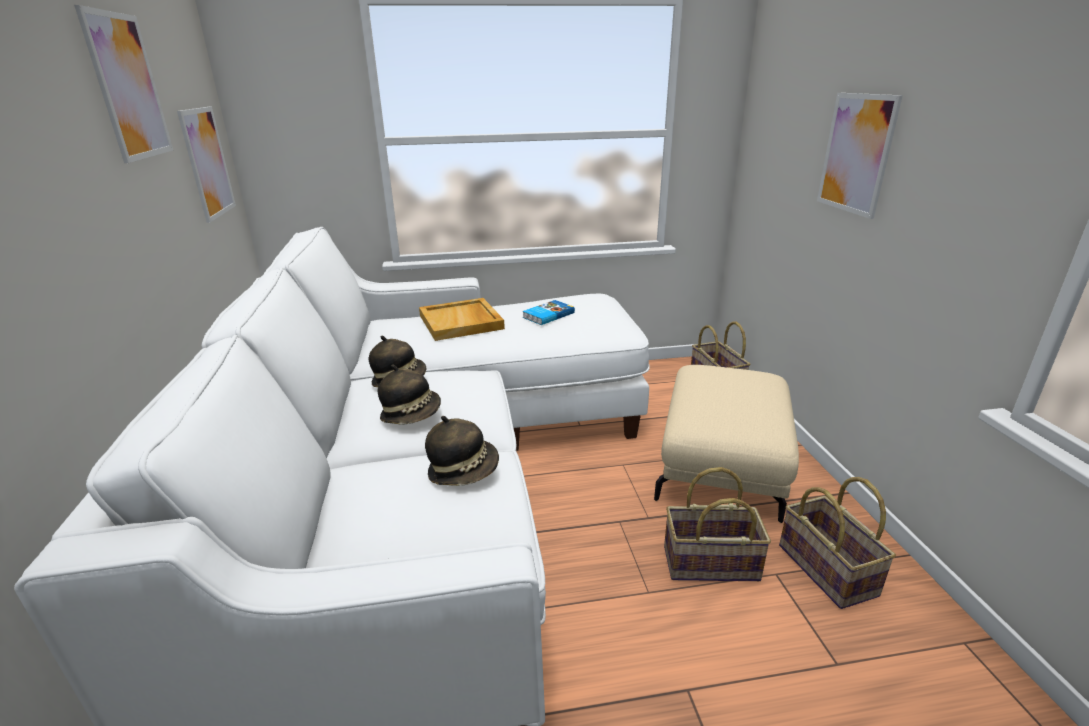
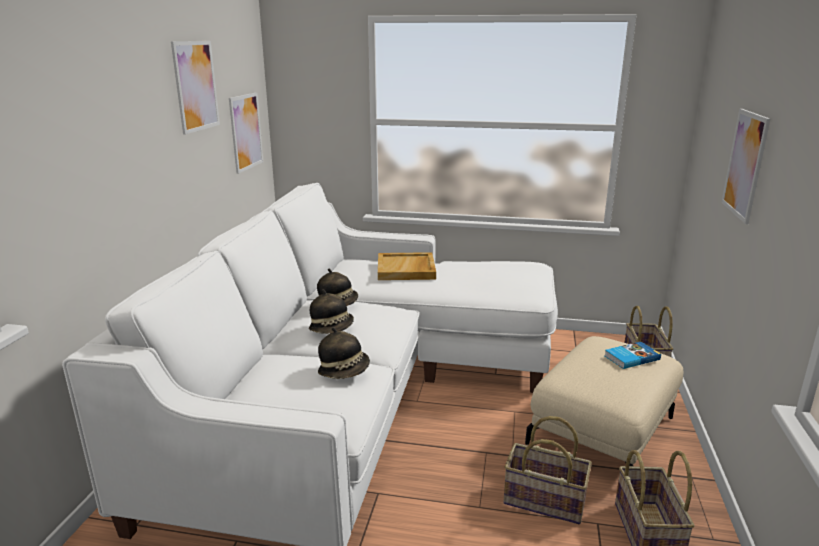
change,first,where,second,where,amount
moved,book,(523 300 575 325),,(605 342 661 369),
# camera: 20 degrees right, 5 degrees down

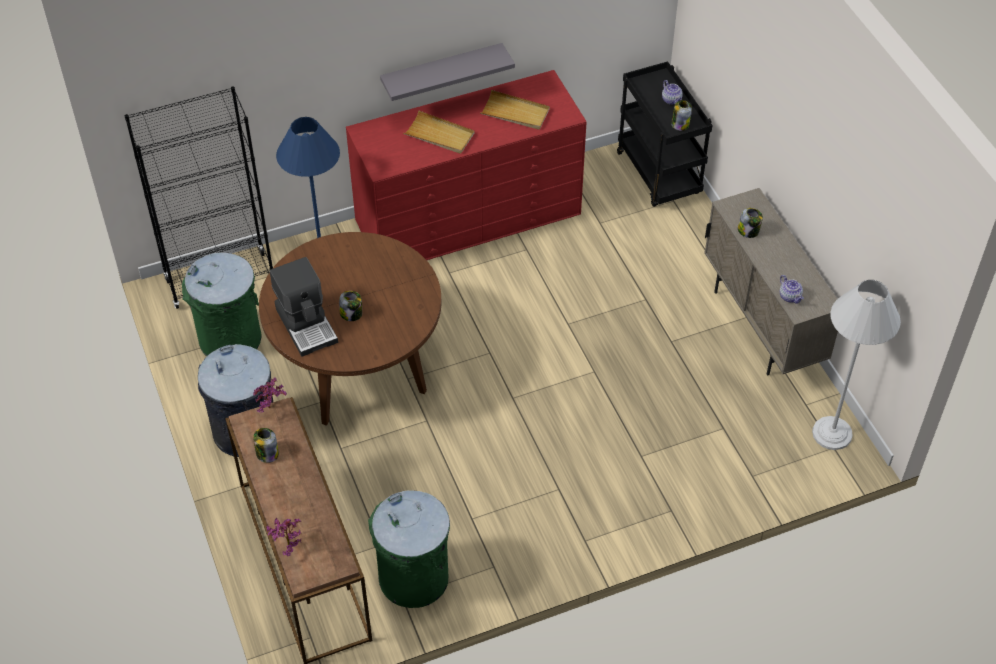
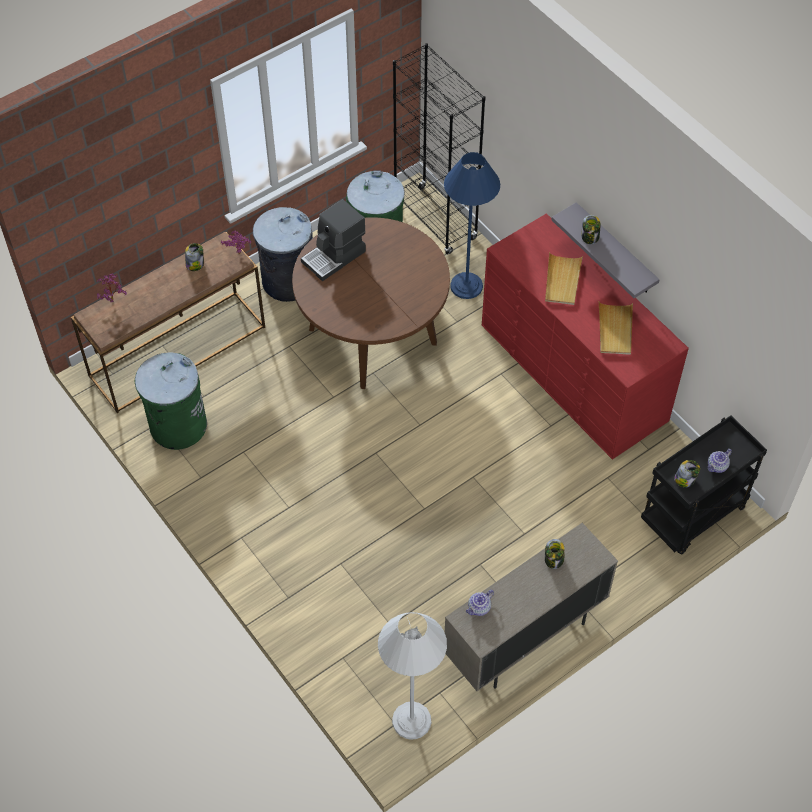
change,first,where,second,where,amount
moved,jar,(339 291 362 321),,(581 215 601 244),
# camera: 75 degrees right, 5 degrees up

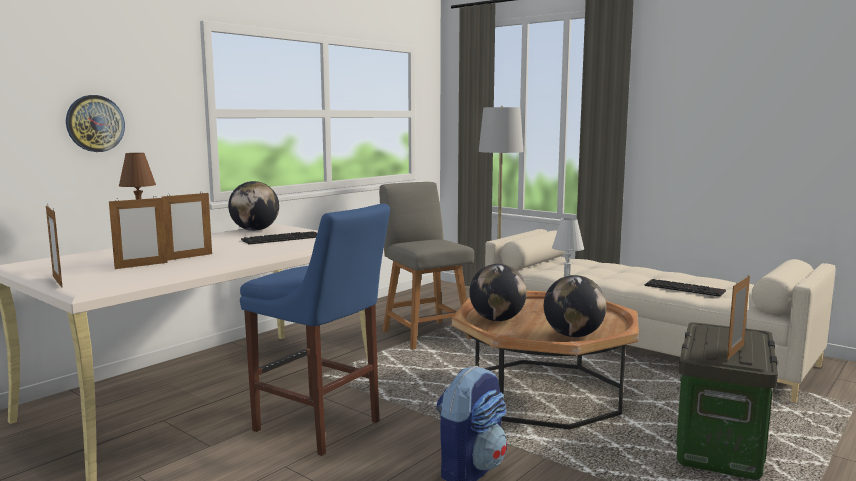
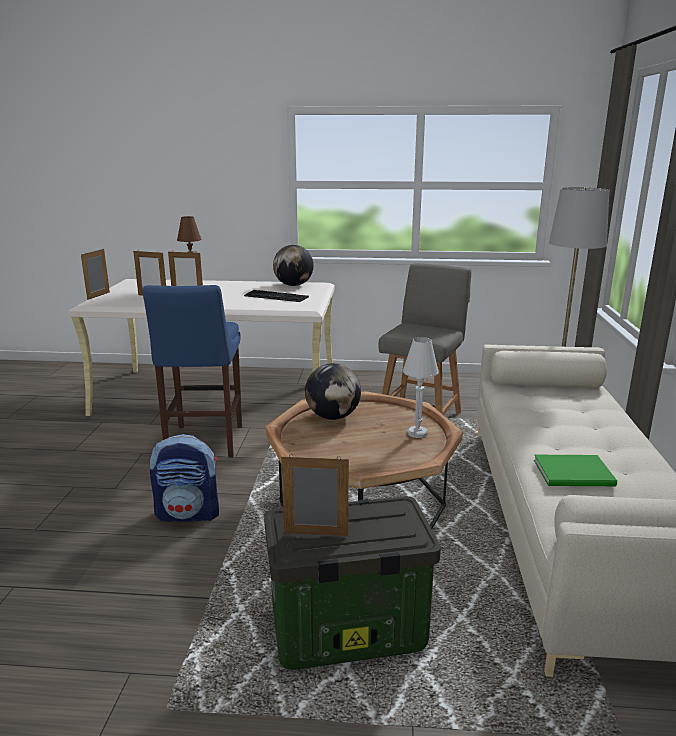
change,first,where,second,where,amount
removed,wall clock,(66 95 125 152),,,
removed,globe,(544 275 606 337),,,
replaced,keyboard,(644 279 726 297),book in green,(534 455 617 486),
# camera: 55 degrees right, 10 degrees up

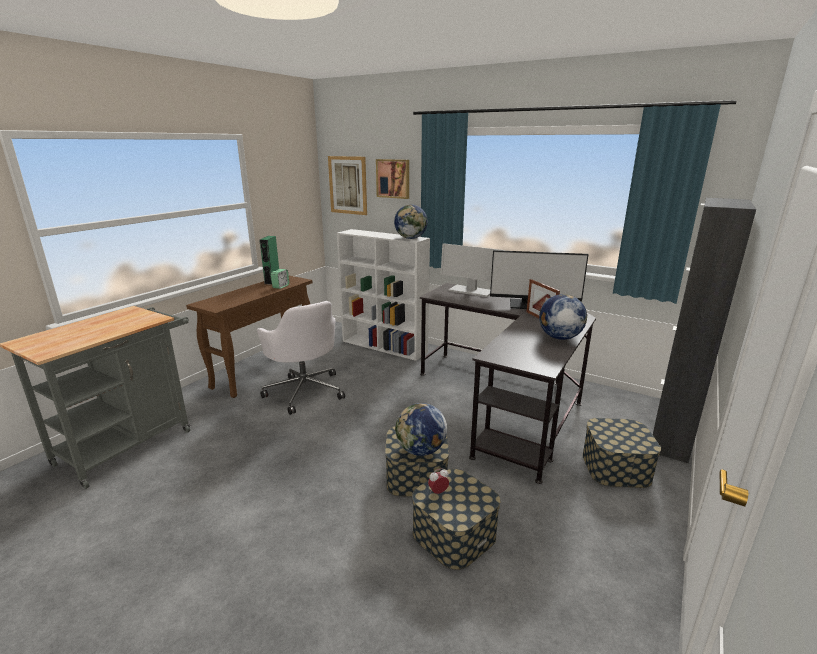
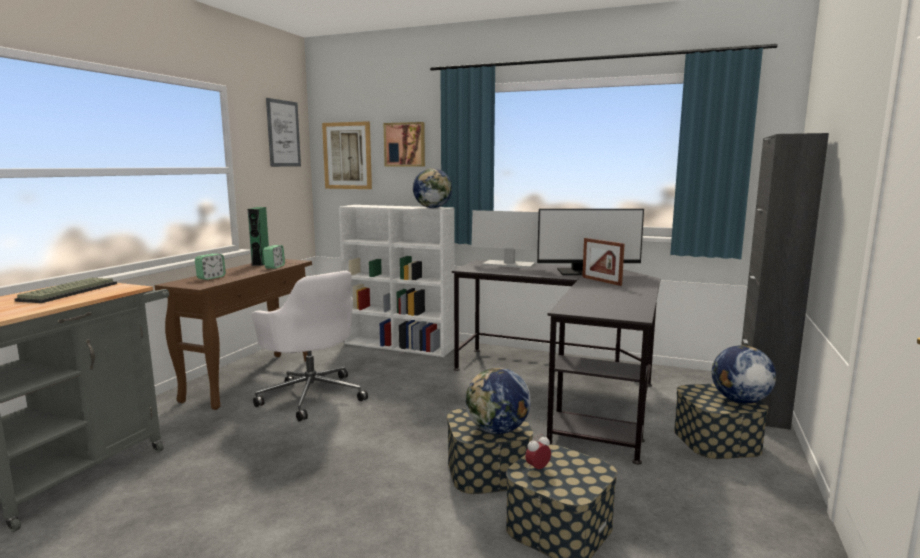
change,first,where,second,where,amount
added,,,keyboard,(14 278 117 303),
added,,,alarm clock,(195 254 226 280),
added,,,picture,(266 98 301 167),
moved,globe,(539 294 587 340),,(712 345 776 404),
# camera: 10 degrees left, 10 degrees down

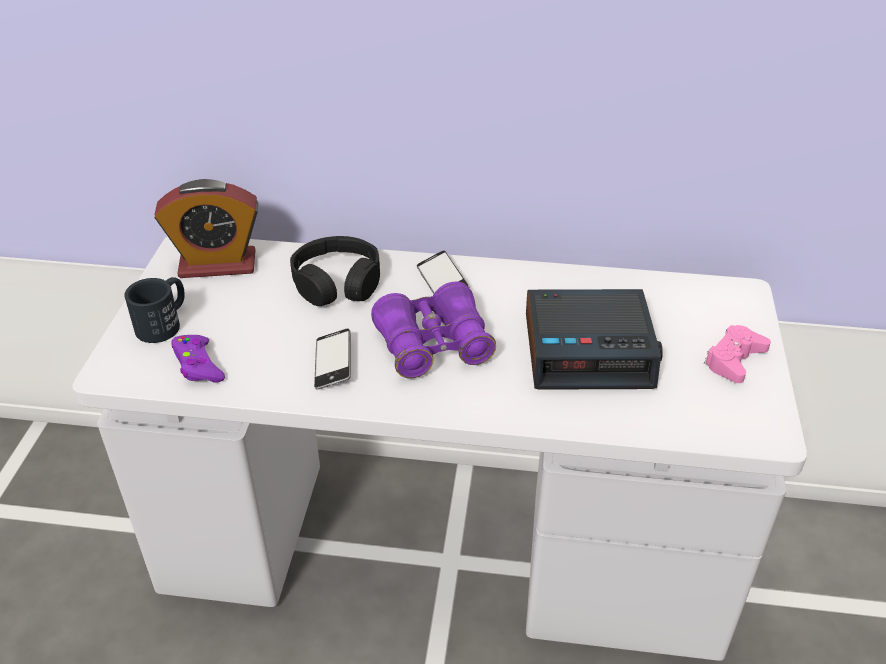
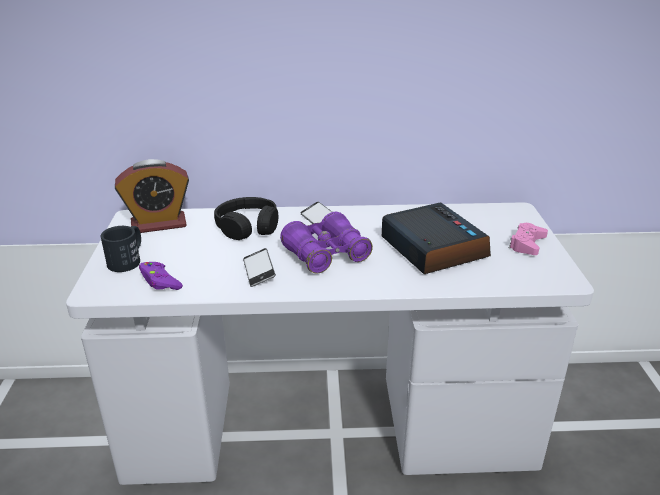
change,first,where,second,where,amount
turned,alarm clock,(526 289 663 390),,(382 202 491 274),105 degrees counterclockwise
# camera: 10 degrees left, 10 degrees down

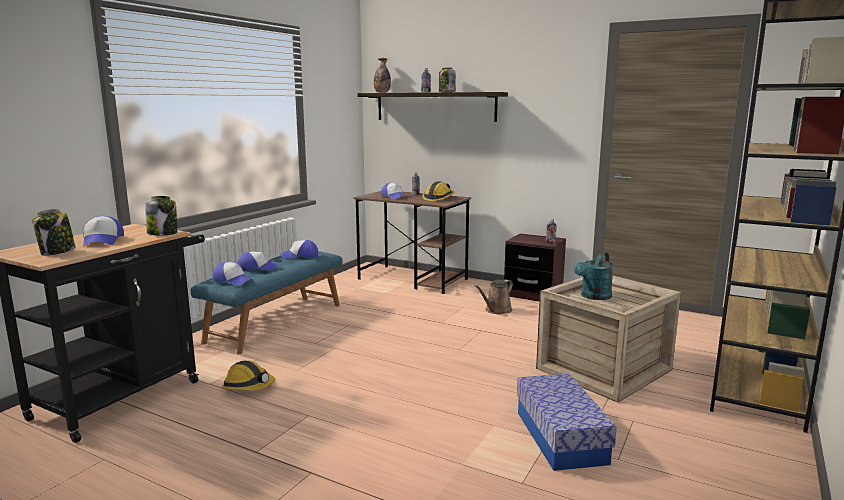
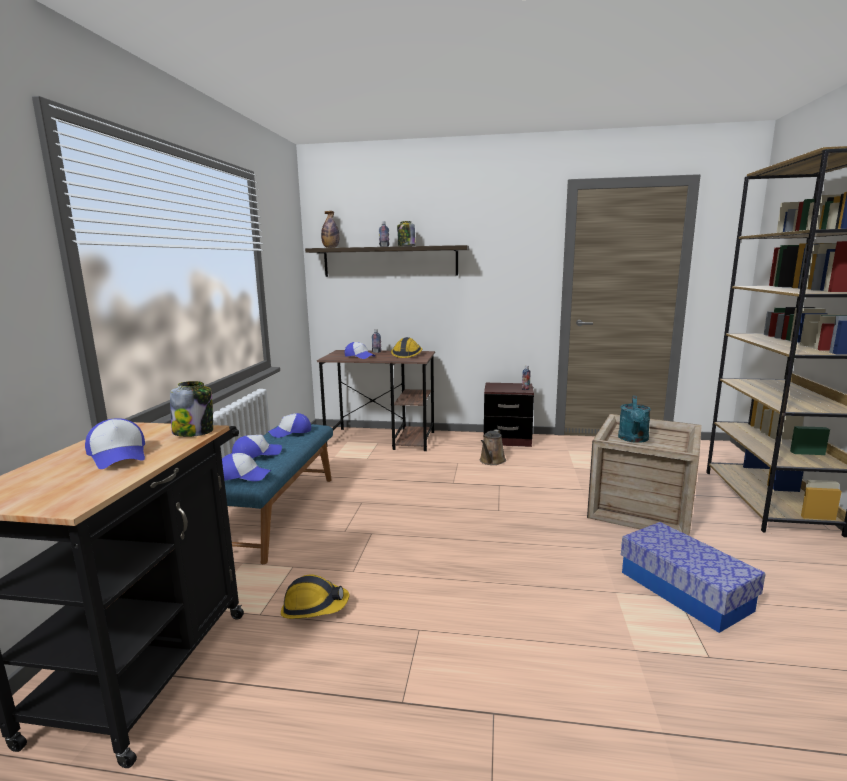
change,first,where,second,where,amount
removed,jar,(32 209 76 256),,,
# camera: 20 degrees left, 0 degrees up

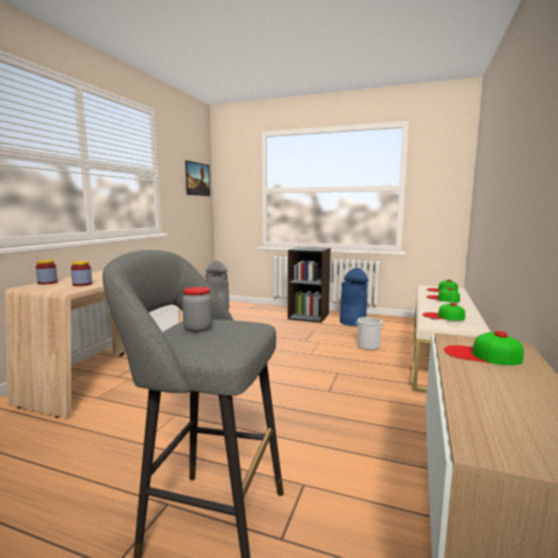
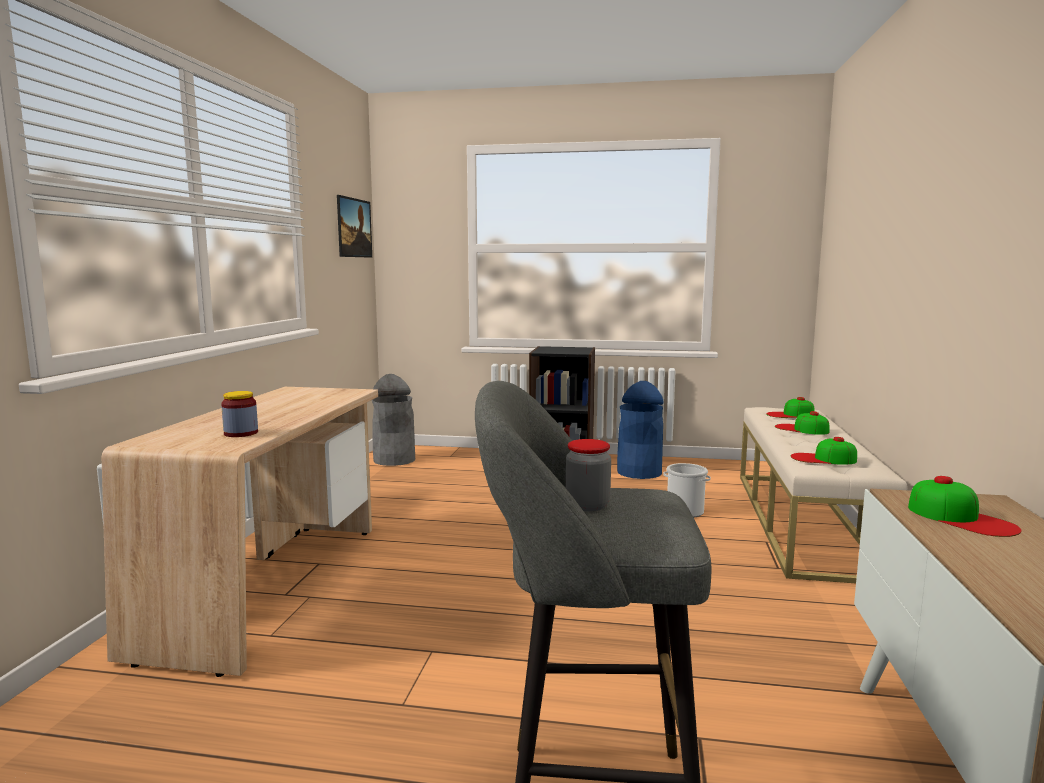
change,first,where,second,where,amount
removed,jar,(36 260 58 285),,,
turned,cap,(444 331 524 365),,(908 476 1022 537),135 degrees counterclockwise
# camera: 10 degrees left, 0 degrees up

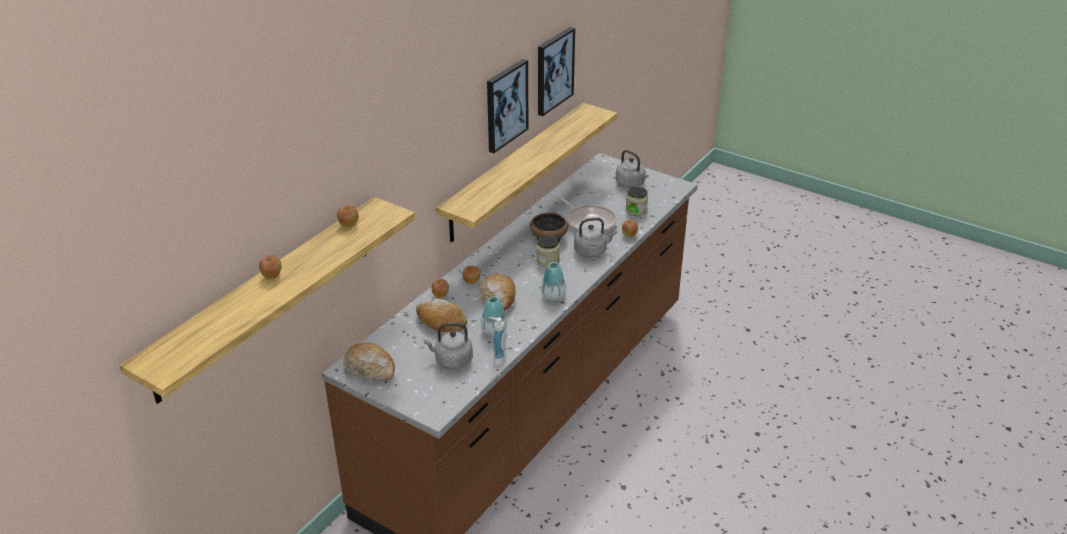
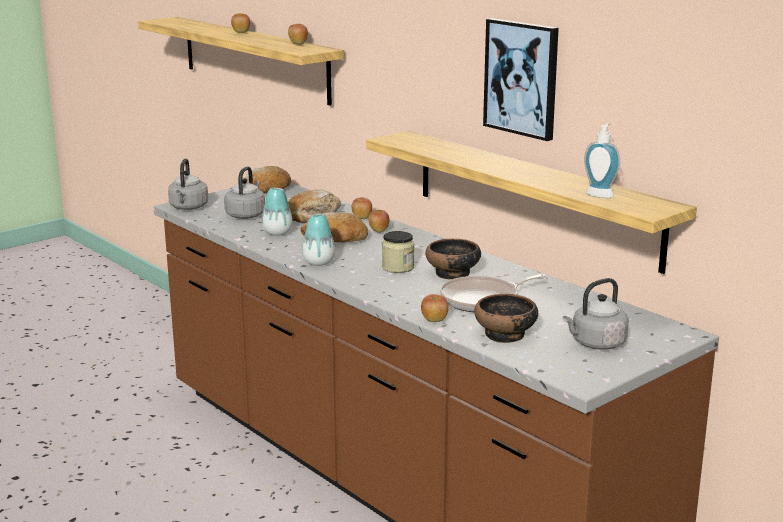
change,first,where,second,where,amount
removed,picture,(538 27 575 116),,,
moved,soap dispenser,(488 317 506 366),,(584 123 620 198),
moved,kettle in grey,(574 218 617 257),,(168 159 208 210),
replaced,jar,(626 187 648 216),bowl,(474 294 538 343),
# camera: 105 degrees right, 15 degrees down

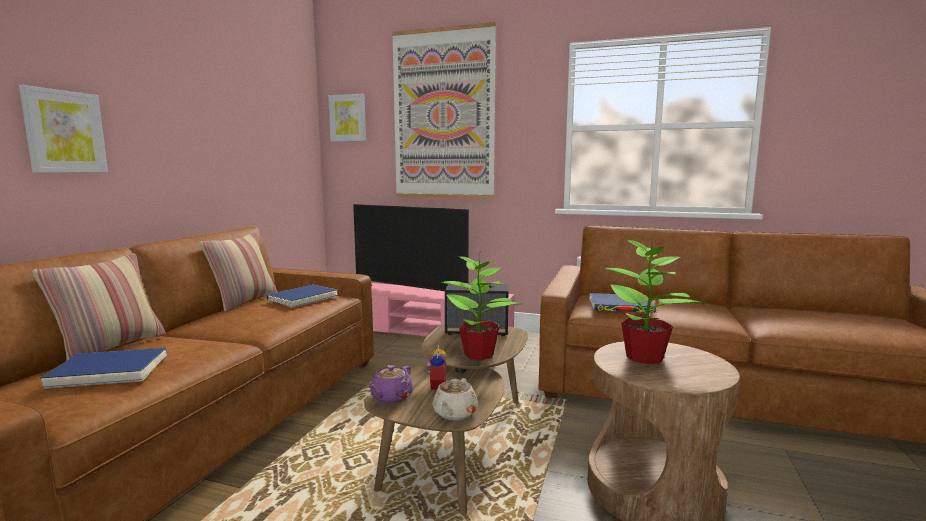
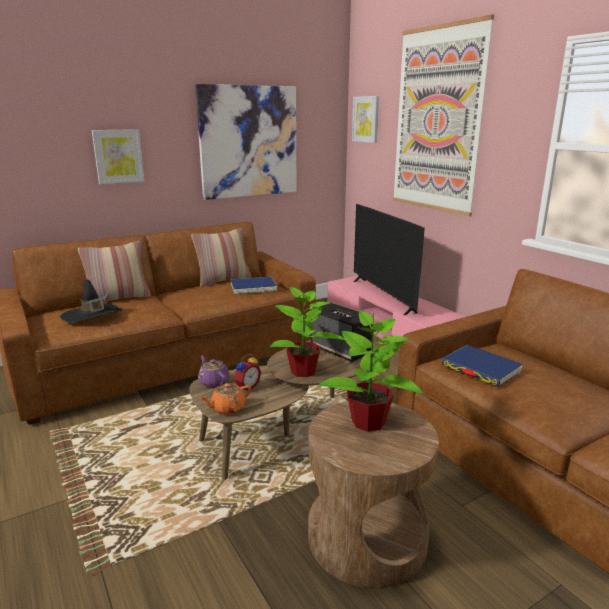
change,first,where,second,where,amount
added,,,picture,(195 84 296 200),
replaced,book in blue,(40 348 167 389),hat in black,(60 279 122 323),
recoloured,teapot in beige,(432 378 478 420),teapot in orange,(200 383 252 414),
turned,teapot in purple,(368 365 413 403),,(198 356 230 388),75 degrees clockwise
# camera: 40 degrees right, 10 degrees up

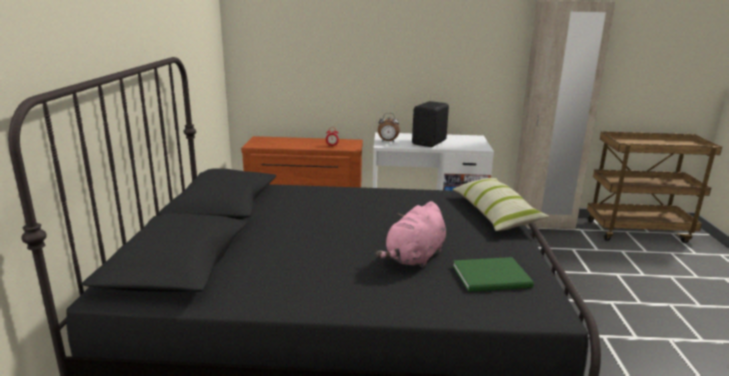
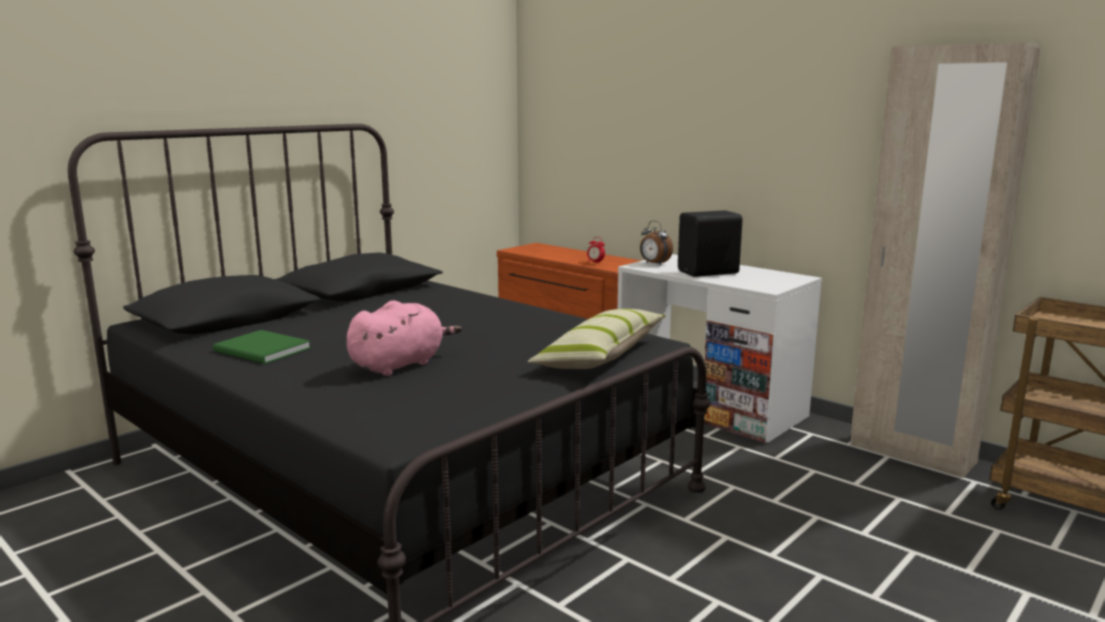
change,first,where,second,where,amount
moved,book in green,(453 257 534 292),,(213 330 311 364),
turned,plush toy in pink,(376 201 446 268),,(347 300 462 376),150 degrees clockwise
# camera: 40 degrees right, 5 degrees down

